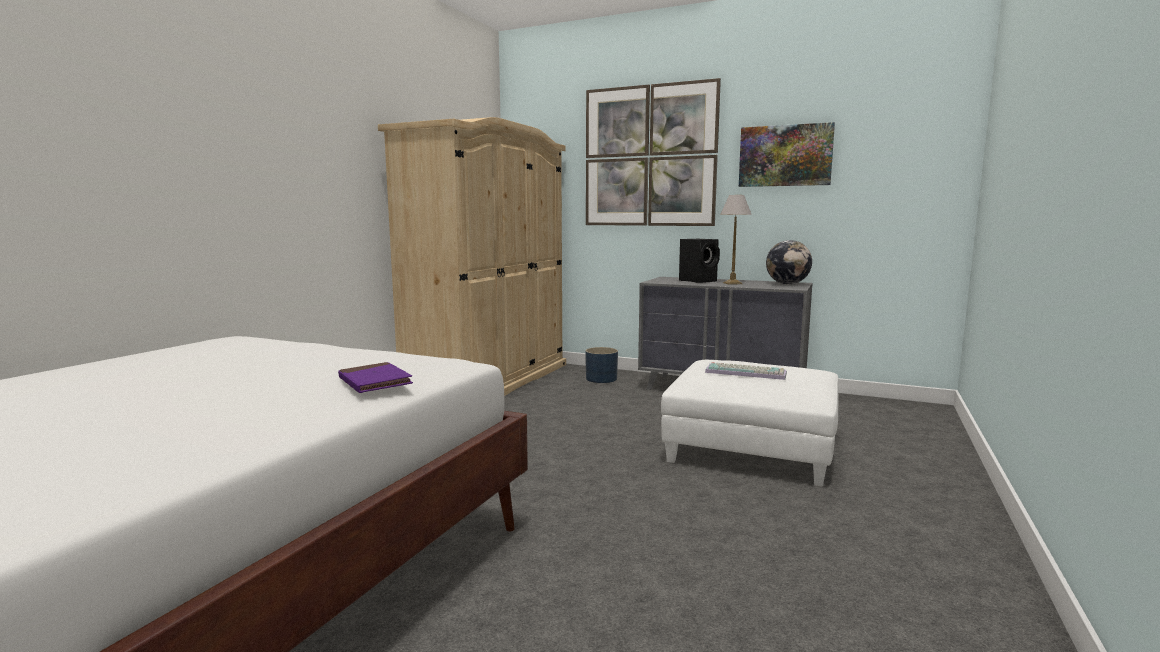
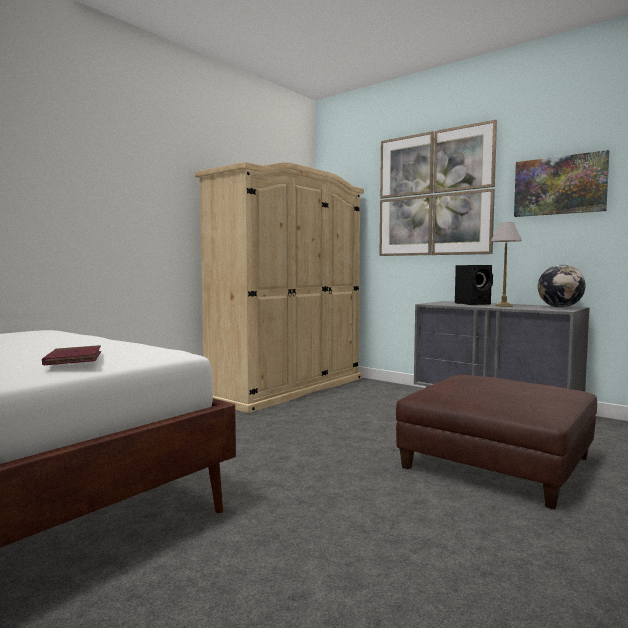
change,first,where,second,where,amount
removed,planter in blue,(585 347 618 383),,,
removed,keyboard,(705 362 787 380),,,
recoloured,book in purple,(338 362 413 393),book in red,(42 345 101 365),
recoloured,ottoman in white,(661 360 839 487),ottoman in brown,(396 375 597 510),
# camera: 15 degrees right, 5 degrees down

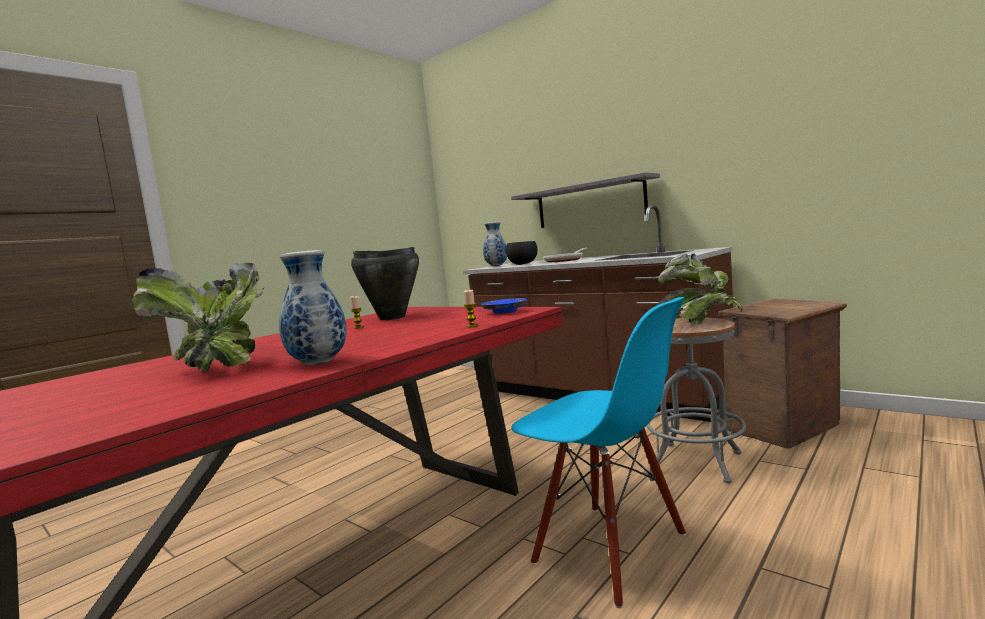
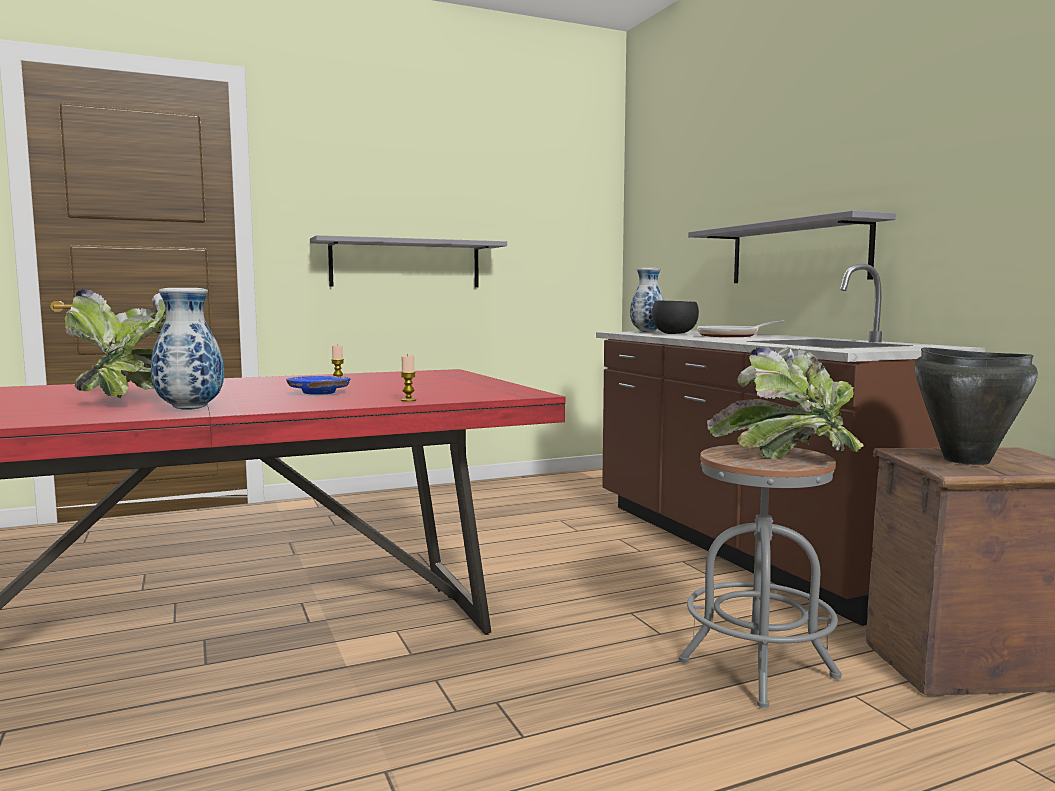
change,first,where,second,where,amount
removed,chair in blue,(511 297 686 608),,,
added,,,shelf in grey,(310 235 507 287),
moved,cooking pot in black,(351 247 419 320),,(915 347 1038 465),
moved,plate in blue,(481 298 527 314),,(286 376 350 395),
# camera: 25 degrees right, 0 degrees up

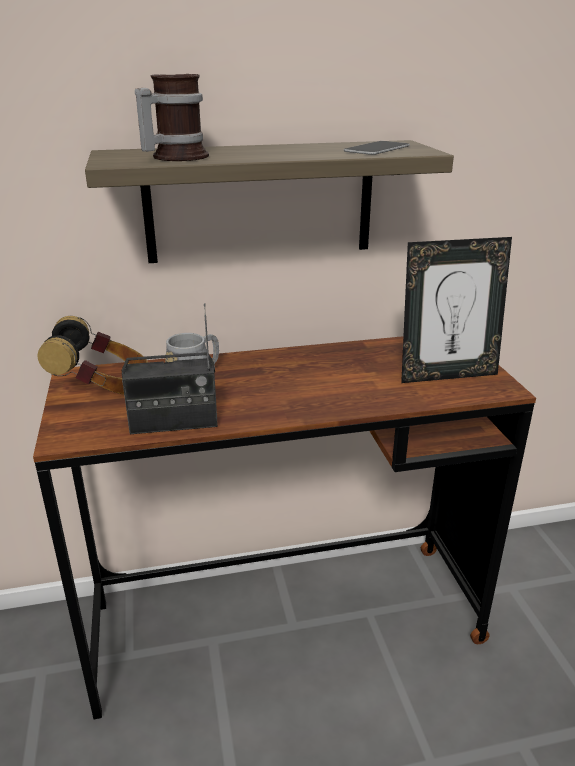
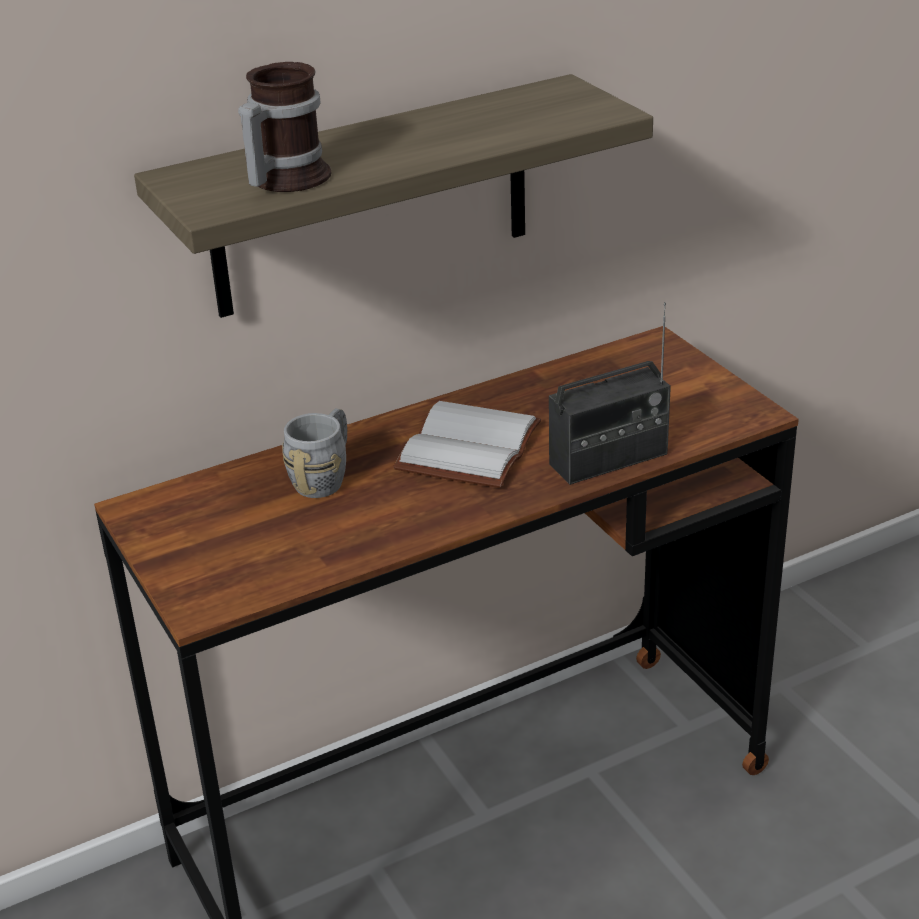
change,first,where,second,where,amount
removed,headphones,(38 316 148 395),,,
removed,phone,(344 141 410 155),,,
removed,picture frame,(401 237 512 383),,,
added,,,book in white,(393 401 541 488),
moved,radio,(122 303 218 434),,(549 302 671 485),
# camera: 15 degrees left, 5 degrees up

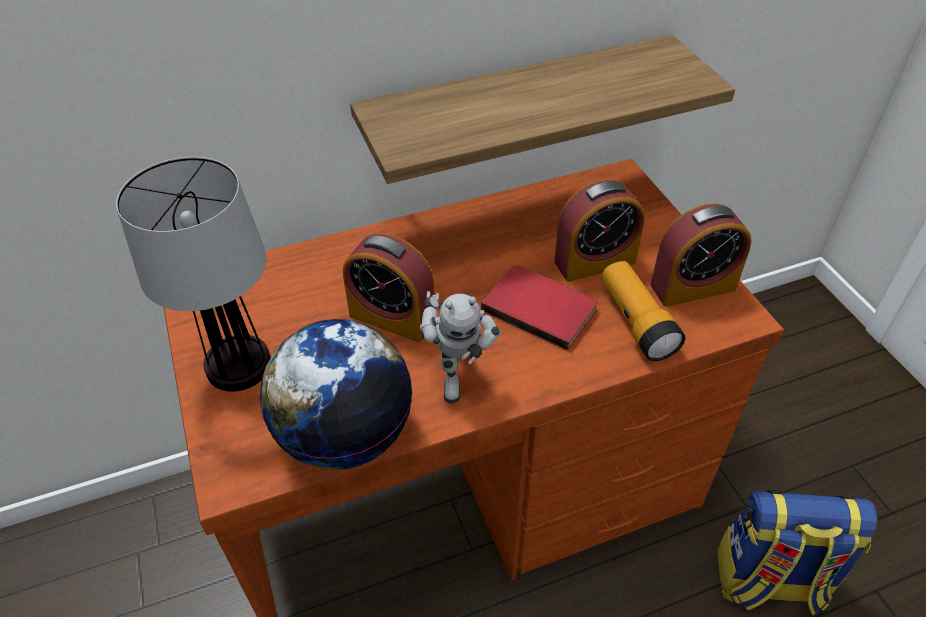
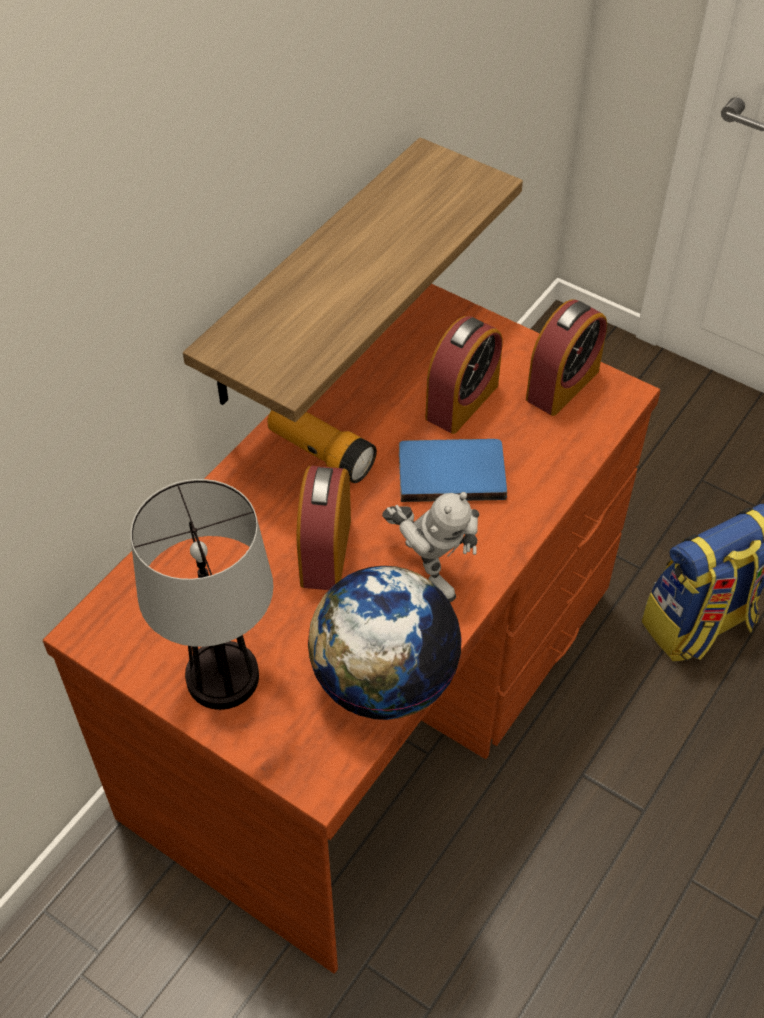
change,first,where,second,where,amount
moved,flashlight,(602 261 685 361),,(268 410 377 483),
recoloured,book in red,(481 265 598 350),book in blue,(399 439 507 502),
turned,alarm clock,(343 233 434 342),,(297 466 351 590),105 degrees clockwise
# camera: 35 degrees left, 5 degrees up

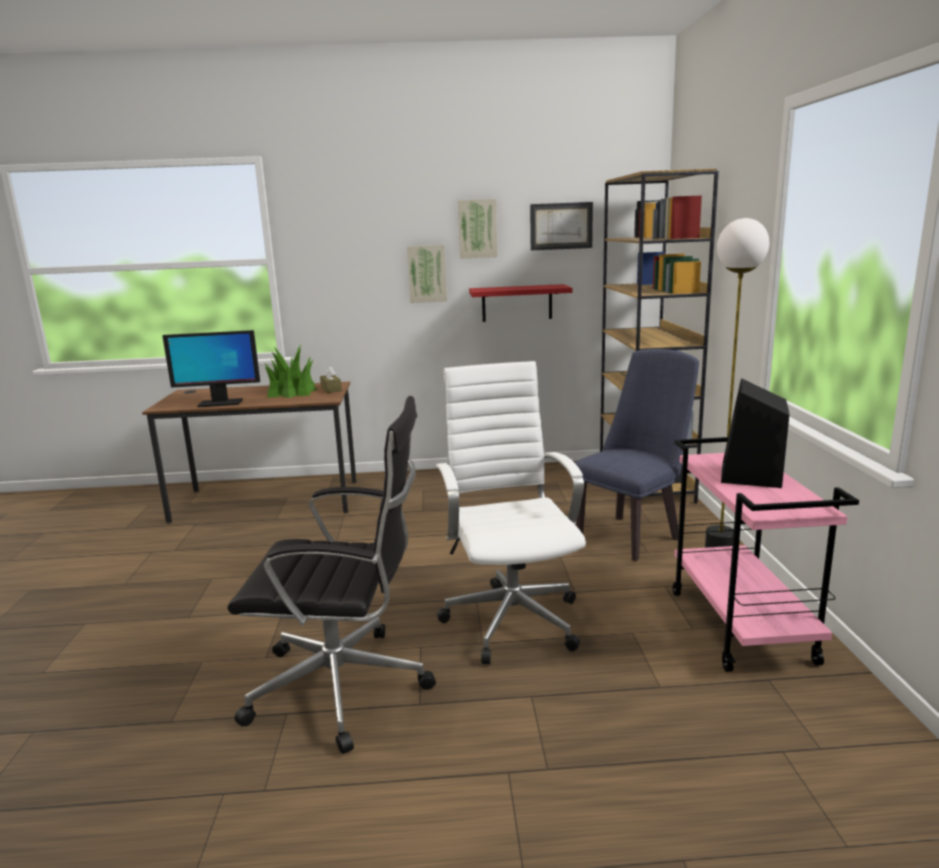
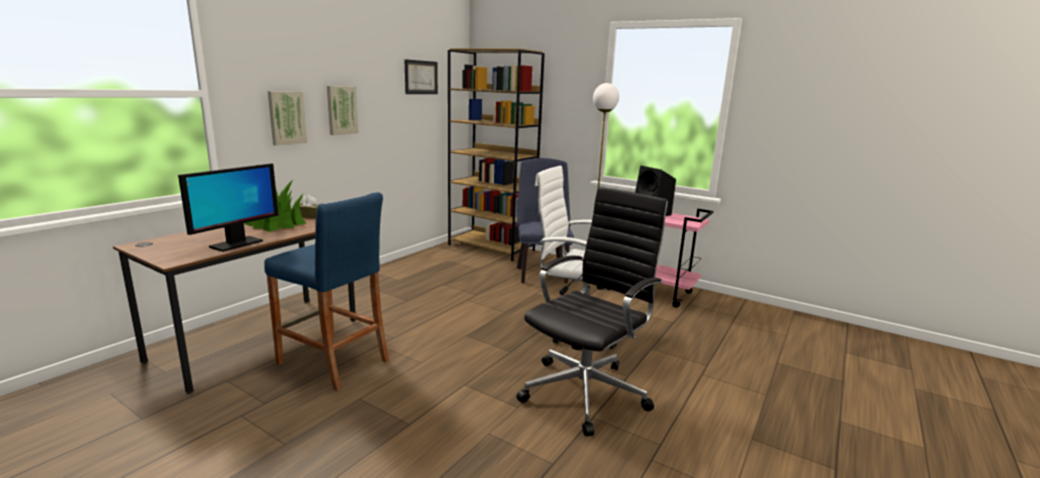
change,first,where,second,where,amount
removed,shelf in red,(469 284 572 322),,,
added,,,stool in blue,(265 192 389 391),
moved,picture,(458 199 498 259),,(268 91 307 146),
# camera: 55 degrees left, 0 degrees up

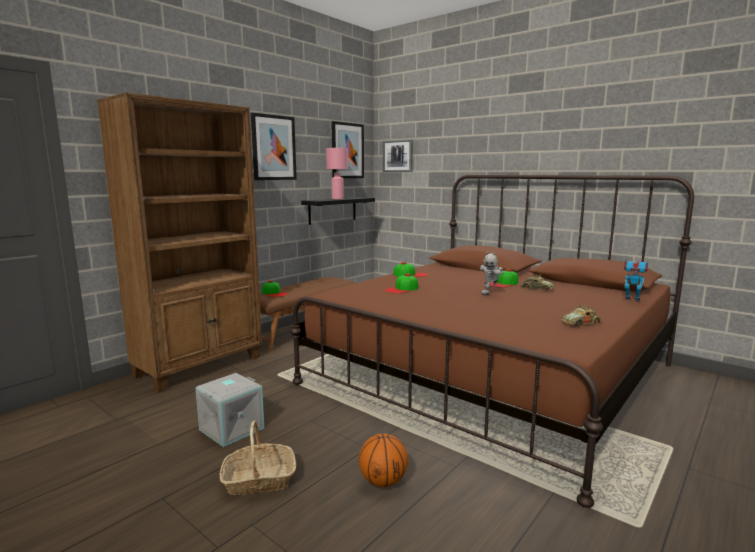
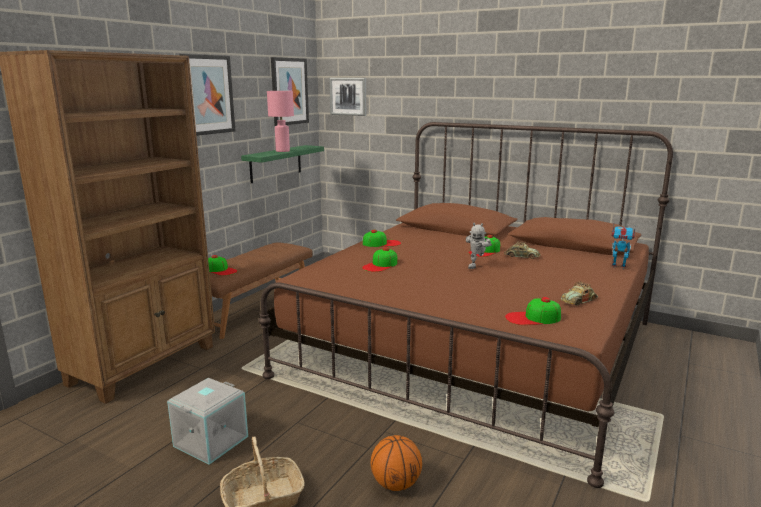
change,first,where,second,where,amount
added,,,cap,(505 297 561 325),
recoloured,shelf in black,(301 197 375 225),shelf in green,(241 145 324 183),
# camera: 10 degrees left, 5 degrees up

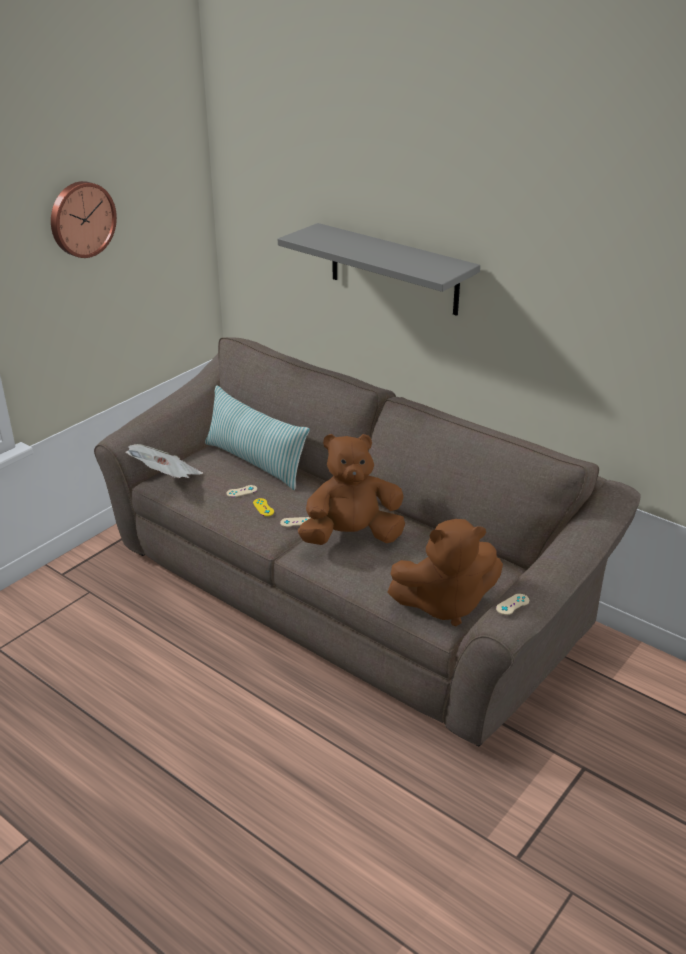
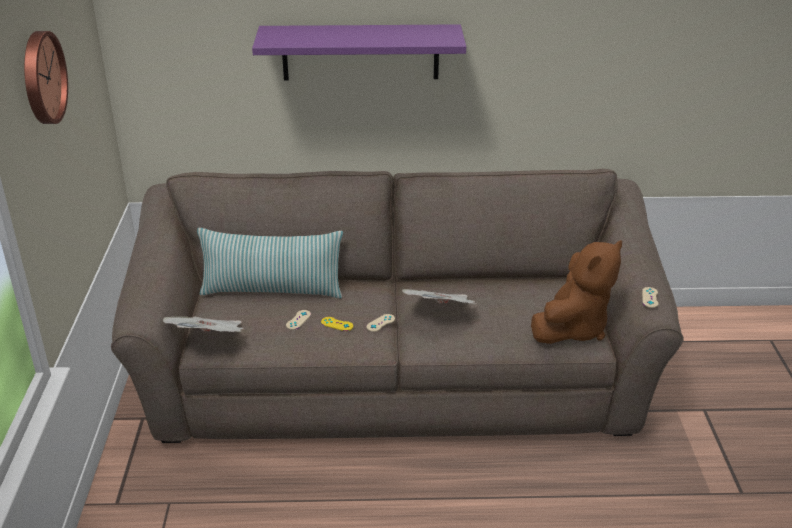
change,first,where,second,where,amount
replaced,plush toy in brown,(298 434 405 545),newspaper,(402 289 476 304),
recoloured,shelf in grey,(278 223 480 316),shelf in purple,(252 24 466 80),
# camera: 40 degrees left, 0 degrees up

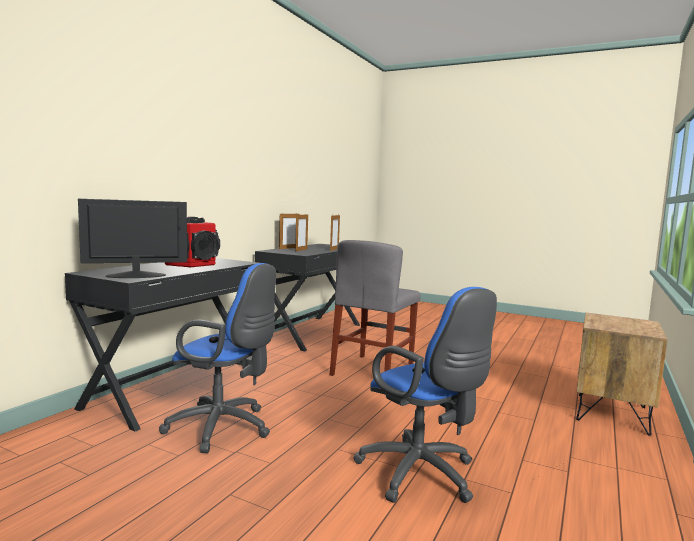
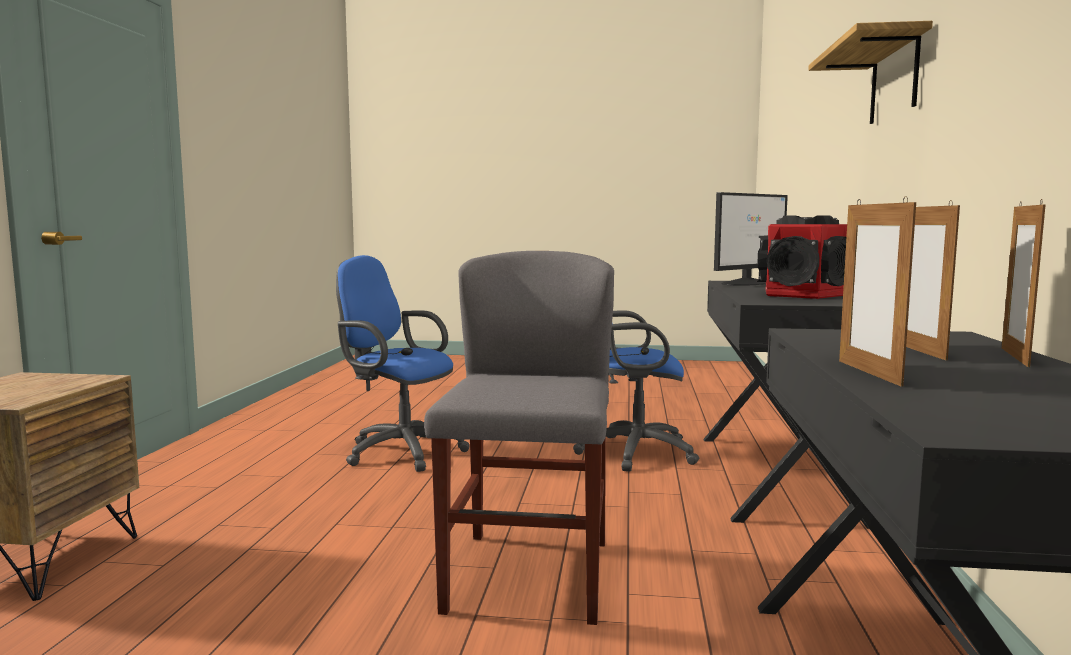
change,first,where,second,where,amount
added,,,shelf,(808 21 933 124),
# camera: 160 degrees right, 0 degrees up

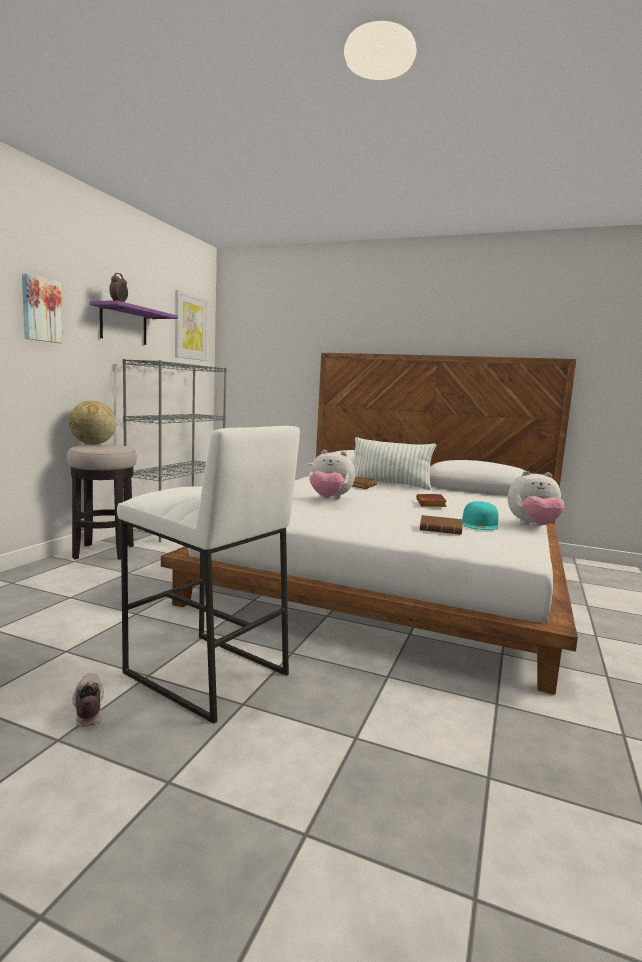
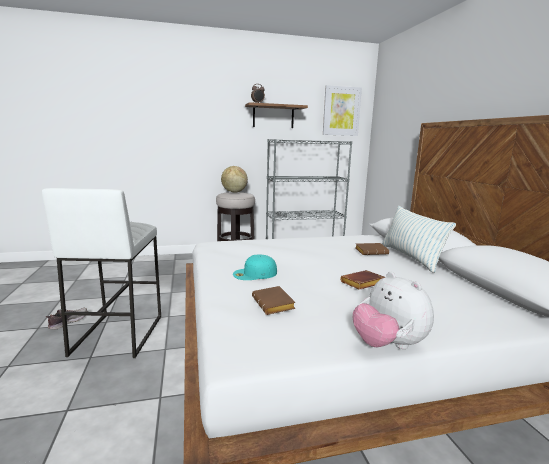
change,first,where,second,where,amount
removed,picture,(22 273 63 343),,,
removed,plush toy,(309 450 355 500),,,
moved,cap in turquoise,(462 501 499 530),,(233 254 277 280),
recoloured,shelf in purple,(90 300 178 345),shelf in brown,(245 102 308 128),
# camera: 55 degrees right, 5 degrees up

